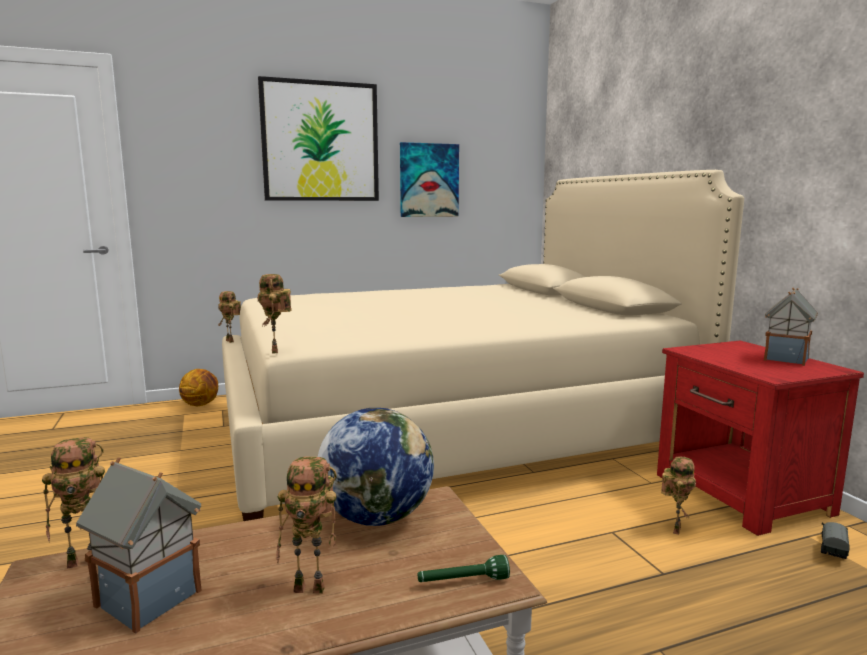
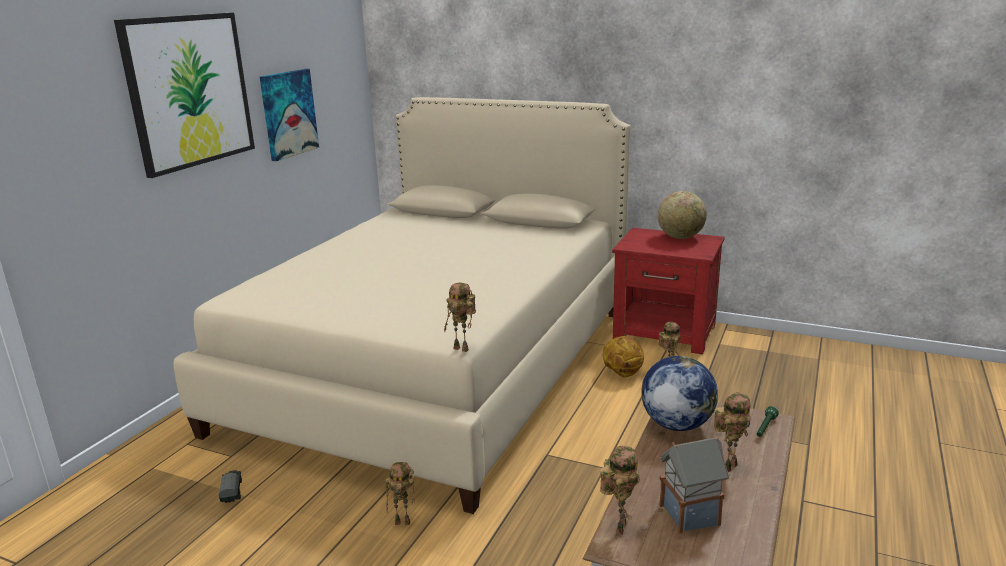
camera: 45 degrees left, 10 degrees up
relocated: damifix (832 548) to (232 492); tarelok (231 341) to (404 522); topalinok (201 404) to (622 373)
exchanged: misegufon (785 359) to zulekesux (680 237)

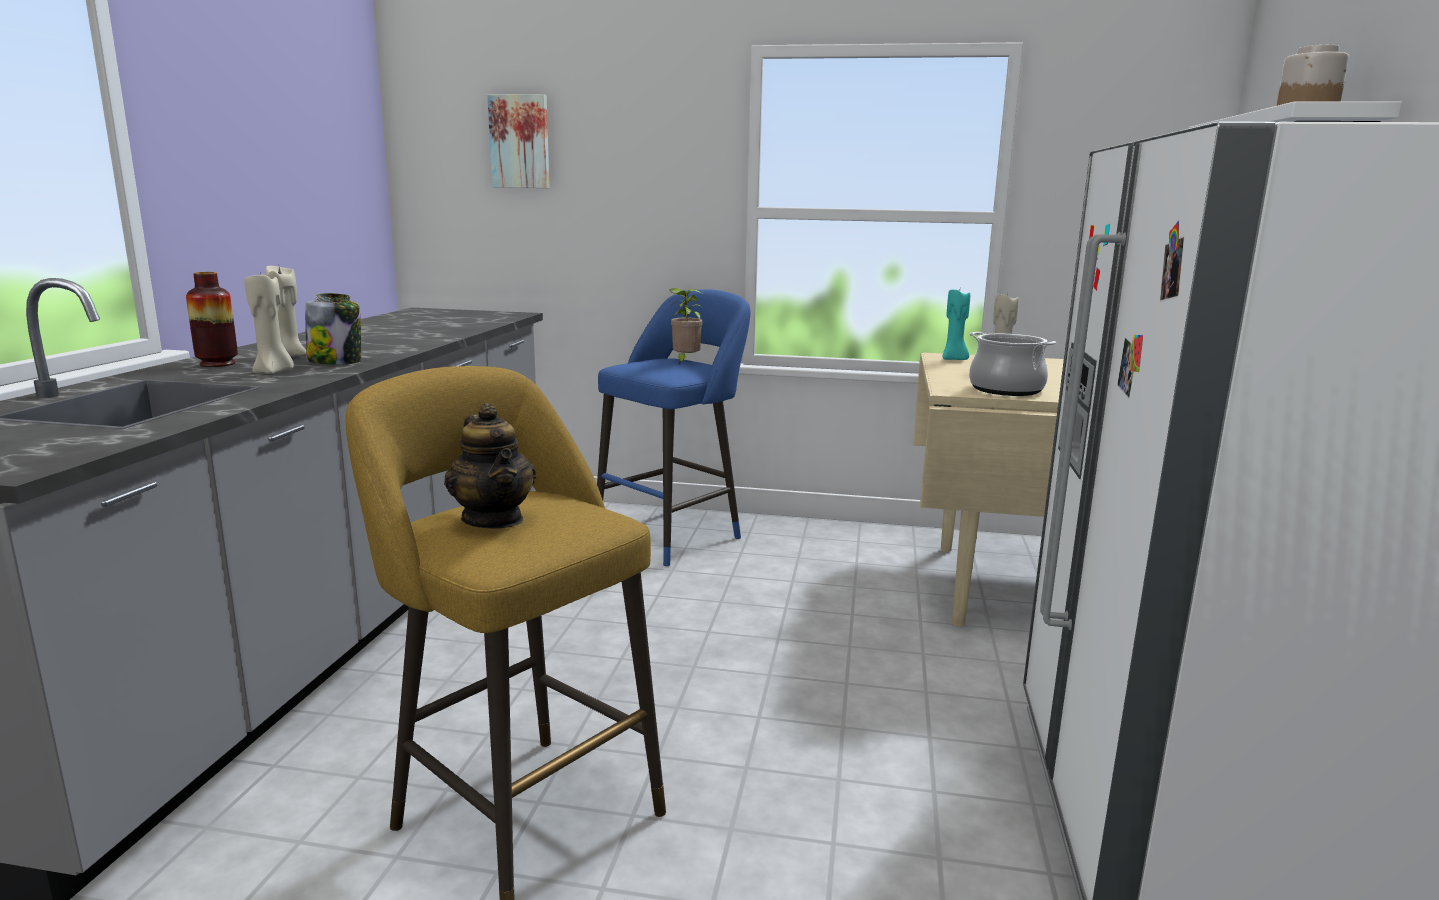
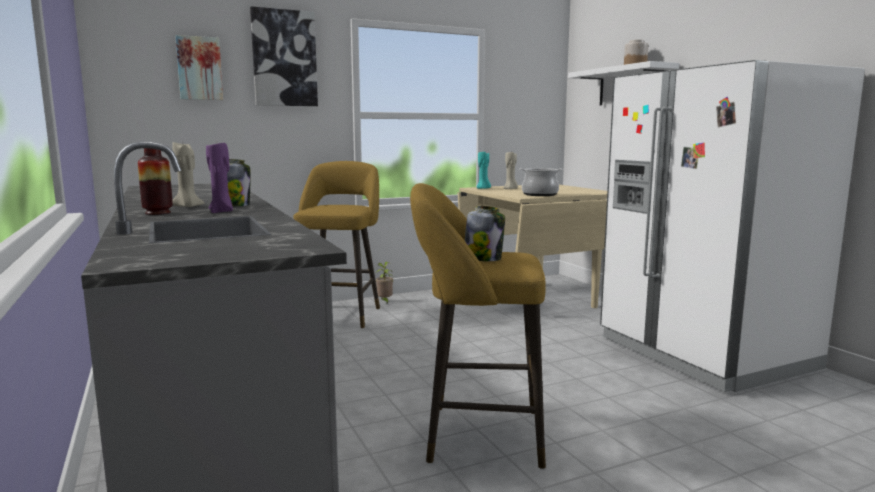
camera: 35 degrees left, 5 degrees down
appeared: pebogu (284 58)
relocated: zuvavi (685 362) to (384 301)
exchanged: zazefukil (493 519) to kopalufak (483 258)
colour: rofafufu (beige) (274 372) to rofafufu (purple) (222 212); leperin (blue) (673 535) to leperin (yellow) (341 314)

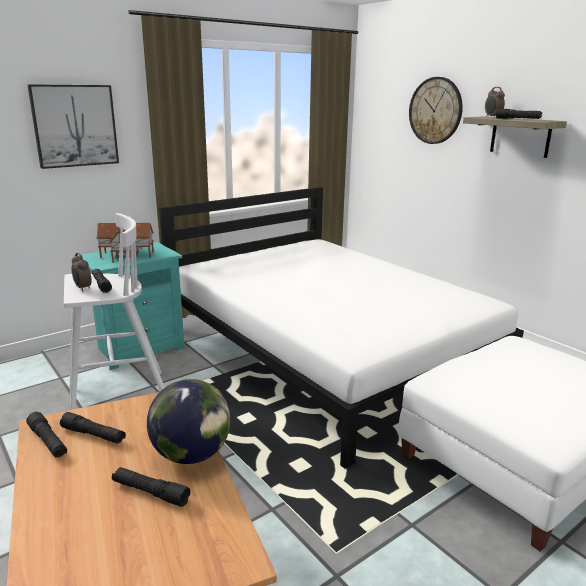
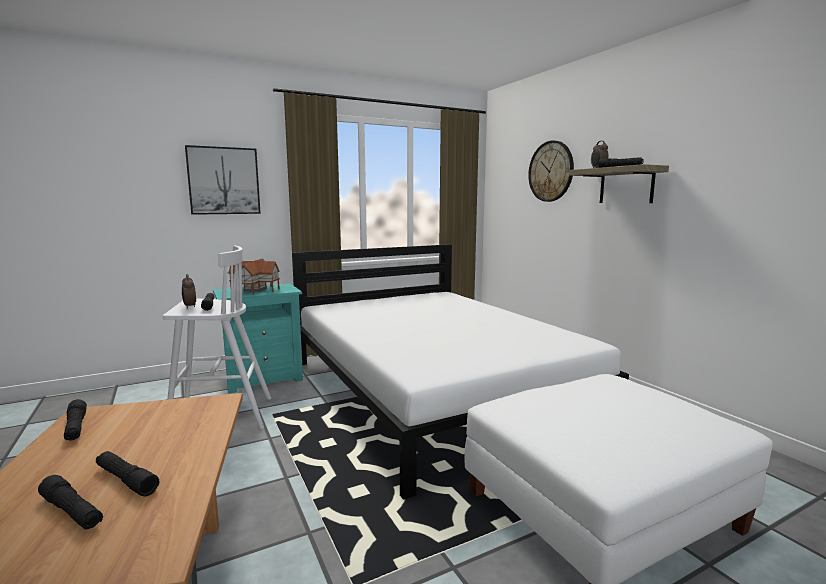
camera: 10 degrees right, 10 degrees down
missing: zulekesux (191 454)
relocated: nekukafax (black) (93 435) to (72 511)

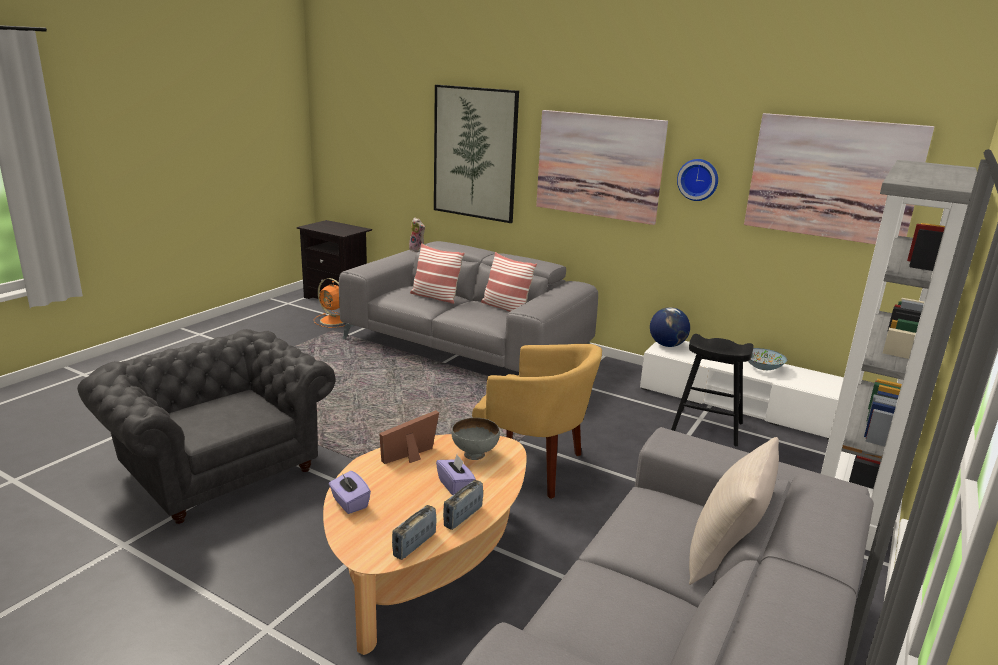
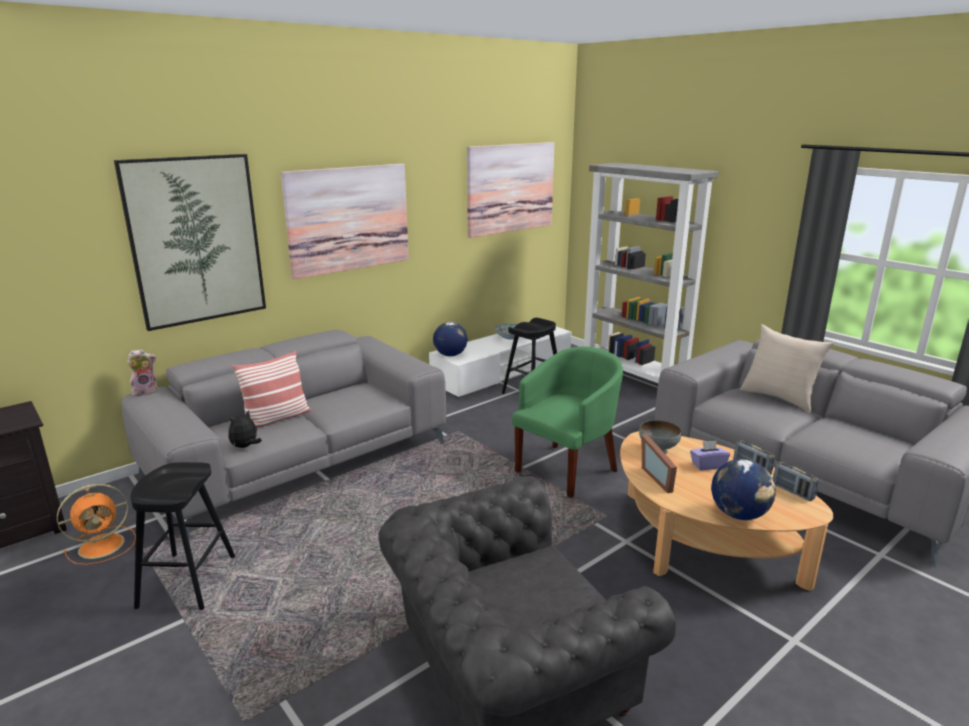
camera: 70 degrees left, 0 degrees up
missing: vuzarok (505 308); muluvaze (698 179)
appeared: leperin (black) (187 581); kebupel (245 446)
exchanged: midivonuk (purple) (349 503) to zulekesux (739 514)
colour: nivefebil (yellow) (534 466) to nivefebil (green) (567 469)

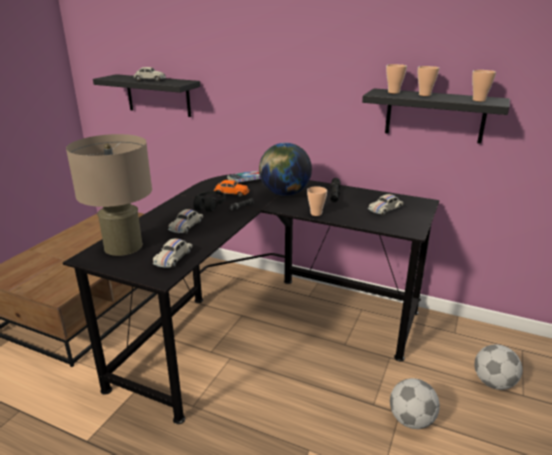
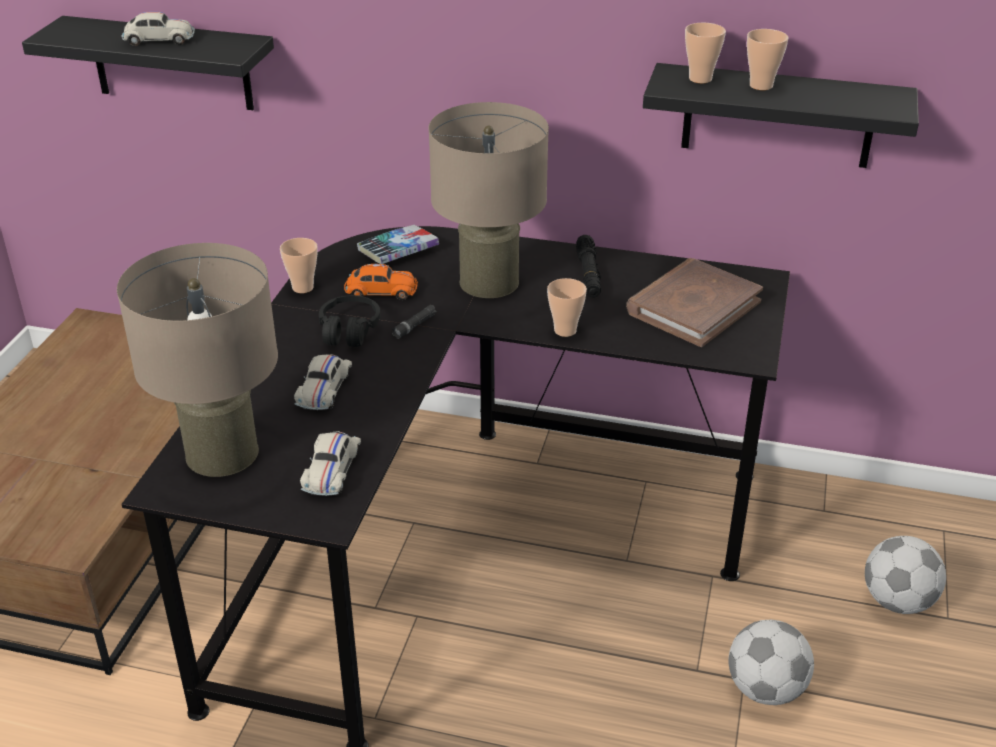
camera: 10 degrees left, 10 degrees up
relocated: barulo (479 100) to (303 287)
exchanged: zulekesux (284 193) to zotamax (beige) (489 282); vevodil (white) (385 209) to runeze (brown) (693 307)

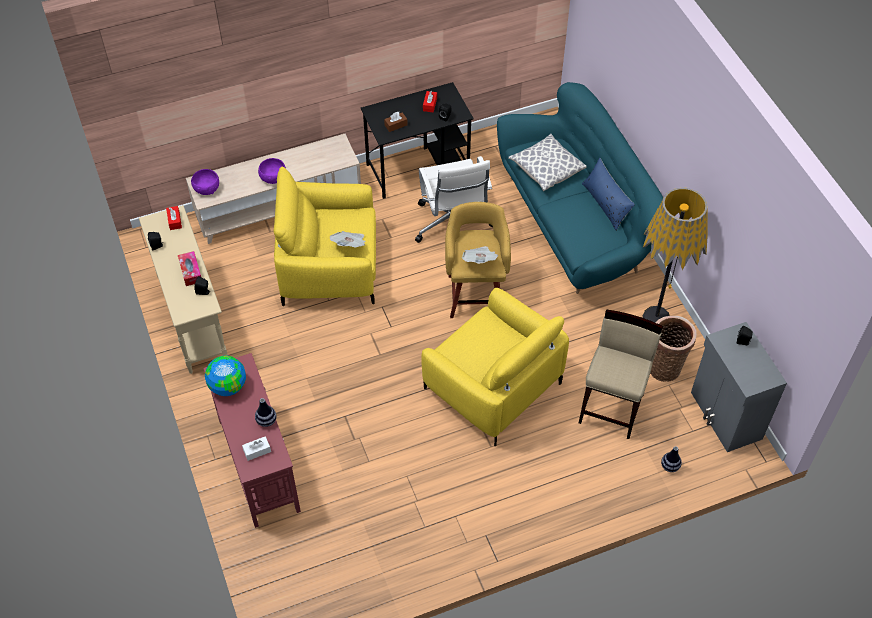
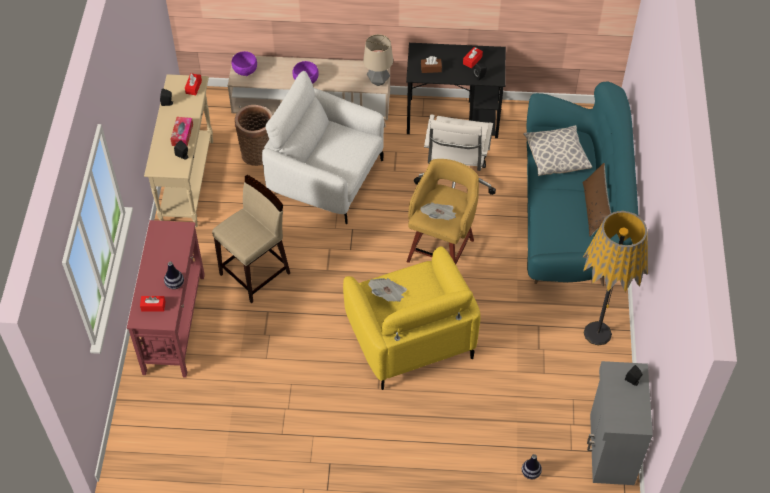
camera: 25 degrees right, 0 degrees up
missing: zulekesux (227 386)
appeared: zotamax (378 81)
relocated: leperin (beige) (612 408) to (256 273); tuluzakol (665 366) to (258 153); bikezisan (349 245) to (388 295)
colour: midivonuk (white) (257 451) to midivonuk (red) (153 306); nivefebil (yellow) (330 267) to nivefebil (white) (326 178); vuzarok (blue) (606 204) to vuzarok (brown) (594 209)

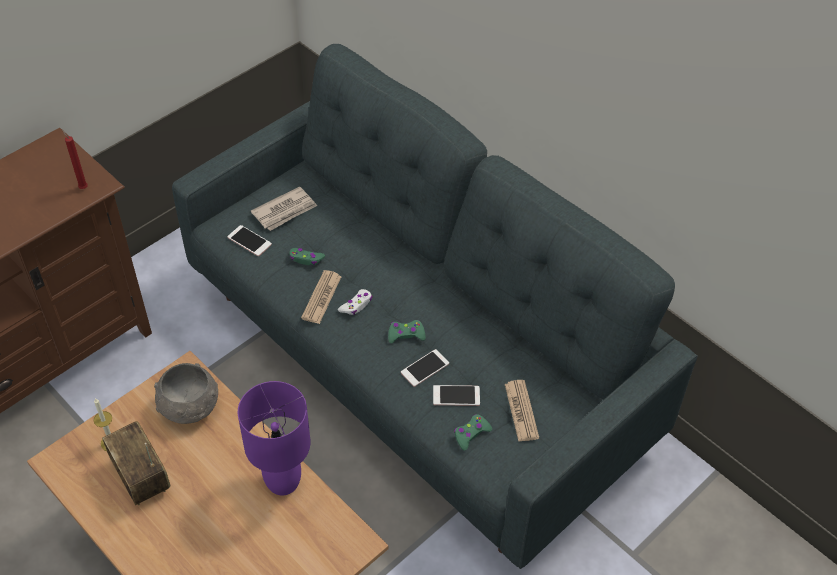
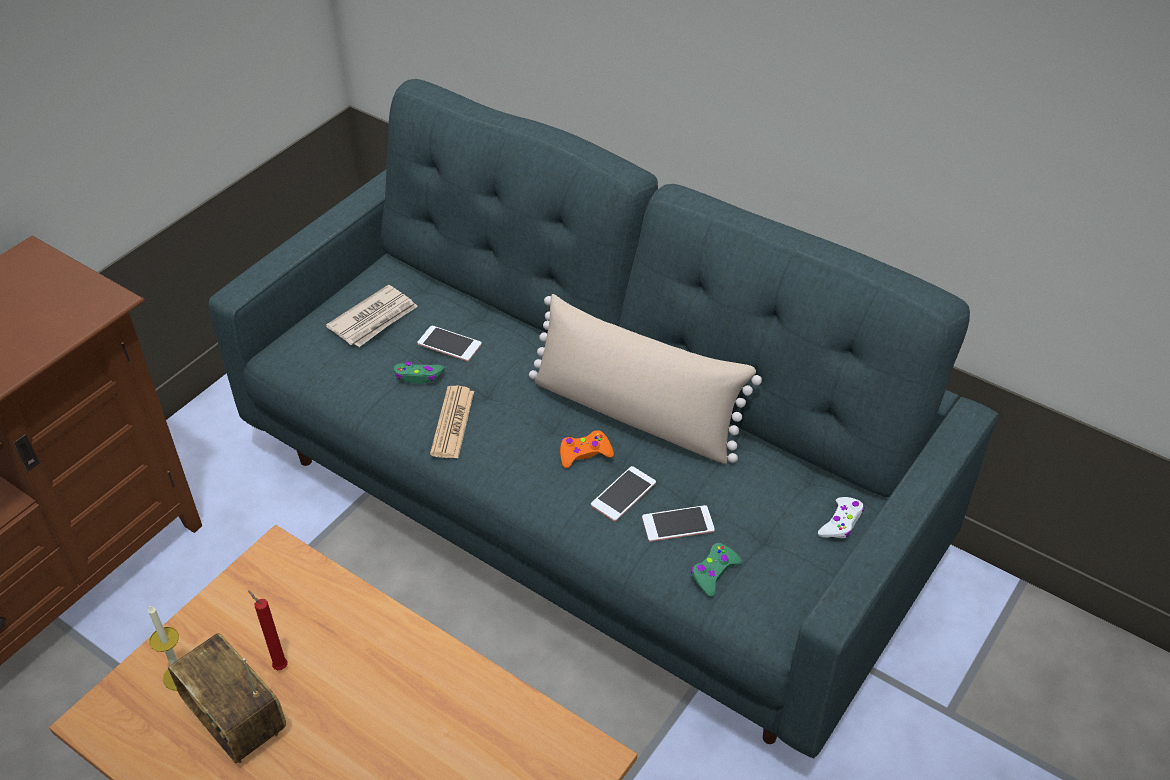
camera: 10 degrees left, 5 degrees down
missing: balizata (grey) (189 407); zotamax (purple) (283 481); bikezisan (521 411)
appeared: vuzarok (beige) (635 414)
relocated: rofafufu (red) (82 187) to (279 666); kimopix (249 241) to (449 344); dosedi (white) (356 305) to (841 523)
colour: dosedi (green) (406 334) to dosedi (orange) (584 454)

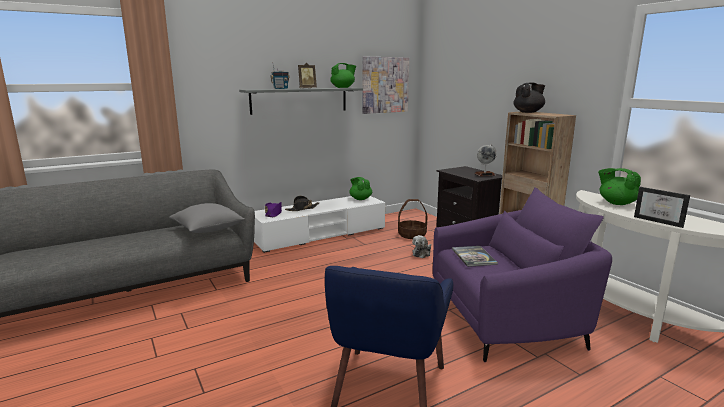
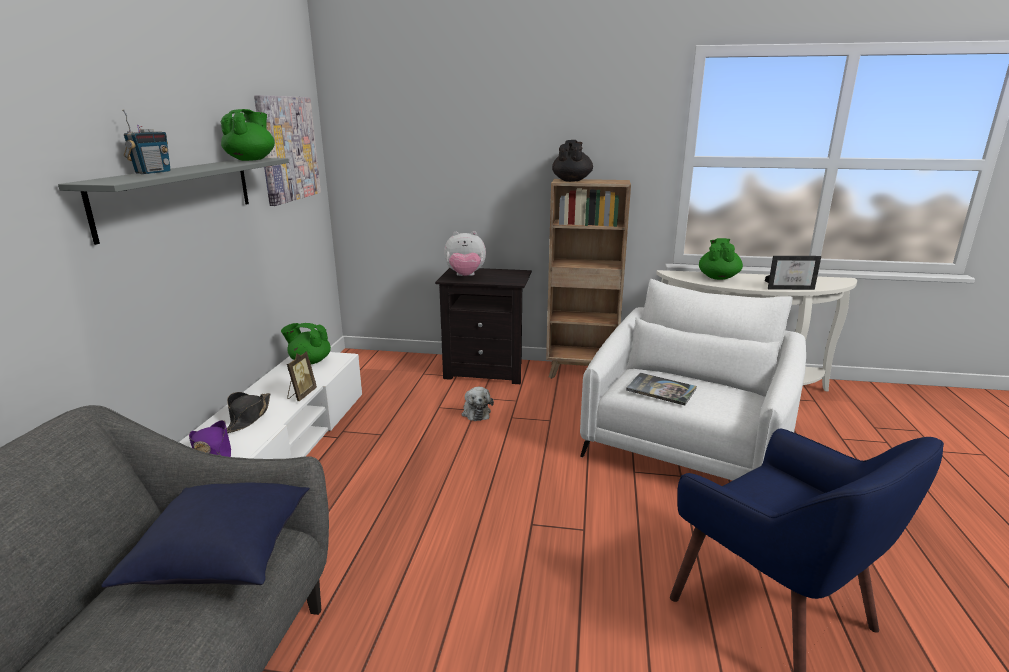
camera: 50 degrees left, 5 degrees up
missing: tuluzakol (412 235); zulekesux (484 174)
appeared: kebupel (465 276)
relocated: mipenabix (307 88) to (301 395)
colour: vuzarok (grey) (208 229) to vuzarok (blue) (224 557); nivefebil (purple) (505 317) to nivefebil (white) (685 449)
spun: zazefukil (green) (616 203) = (718 277) 105 degrees clockwise

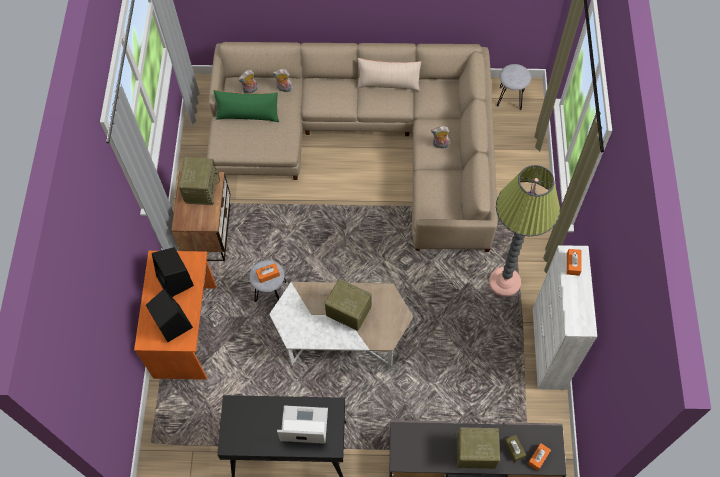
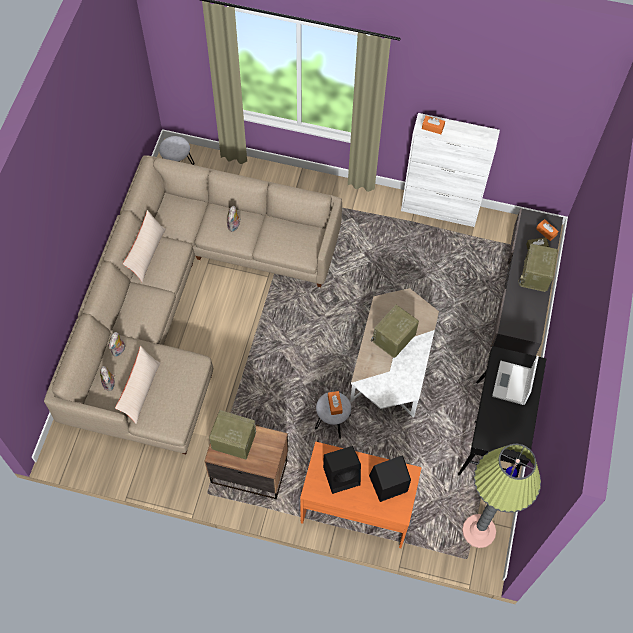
camera: 80 degrees left, 0 degrees up
relocated: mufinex (504 282) to (479 531)
colour: vuzarok (green) (248 114) to vuzarok (beige) (140 391)

